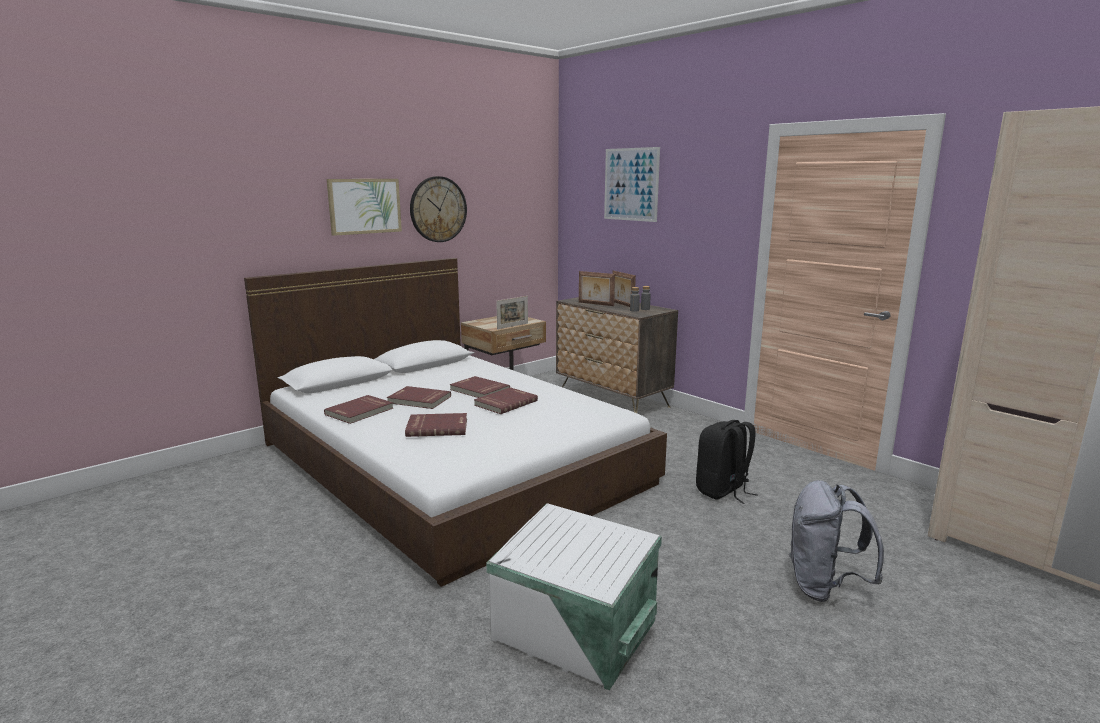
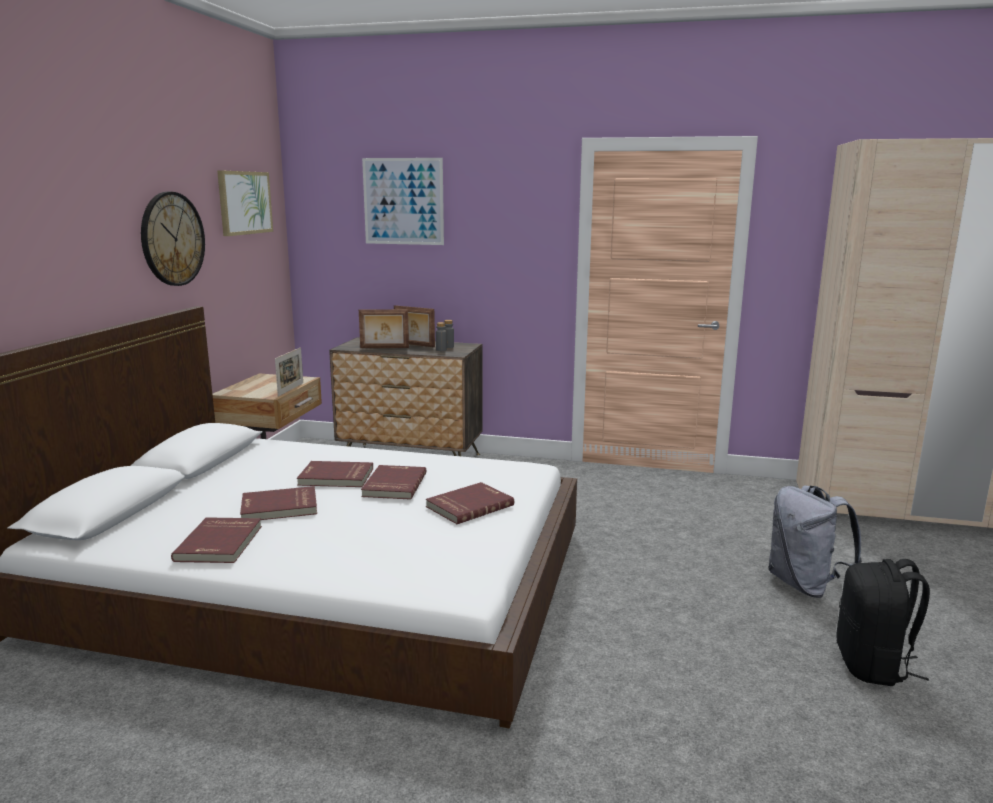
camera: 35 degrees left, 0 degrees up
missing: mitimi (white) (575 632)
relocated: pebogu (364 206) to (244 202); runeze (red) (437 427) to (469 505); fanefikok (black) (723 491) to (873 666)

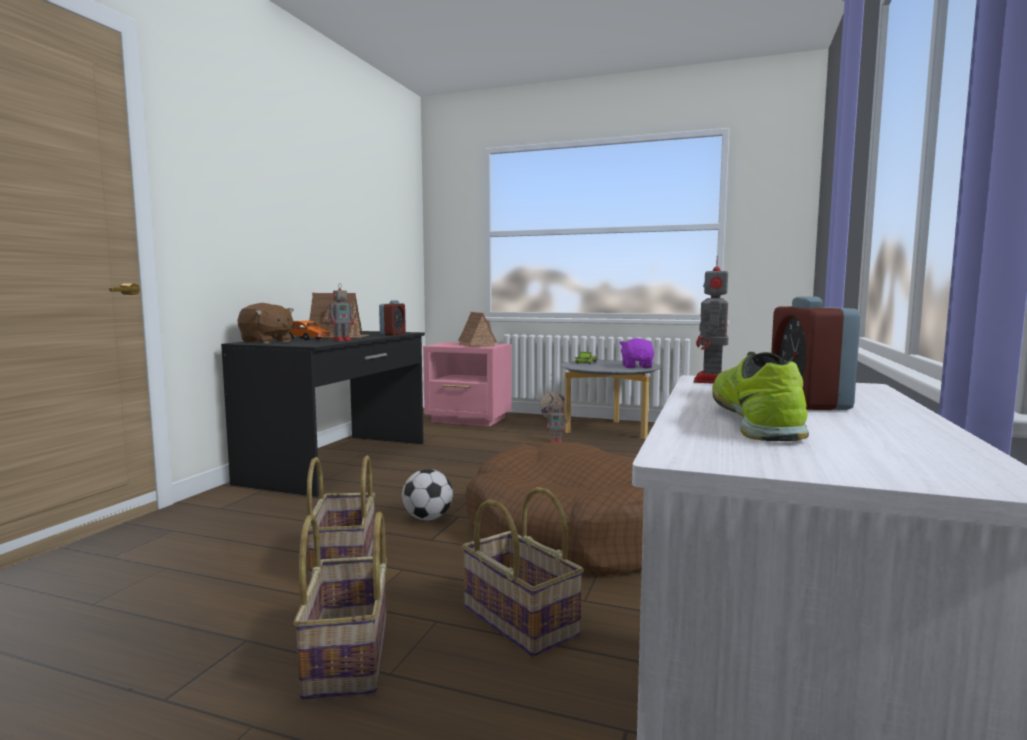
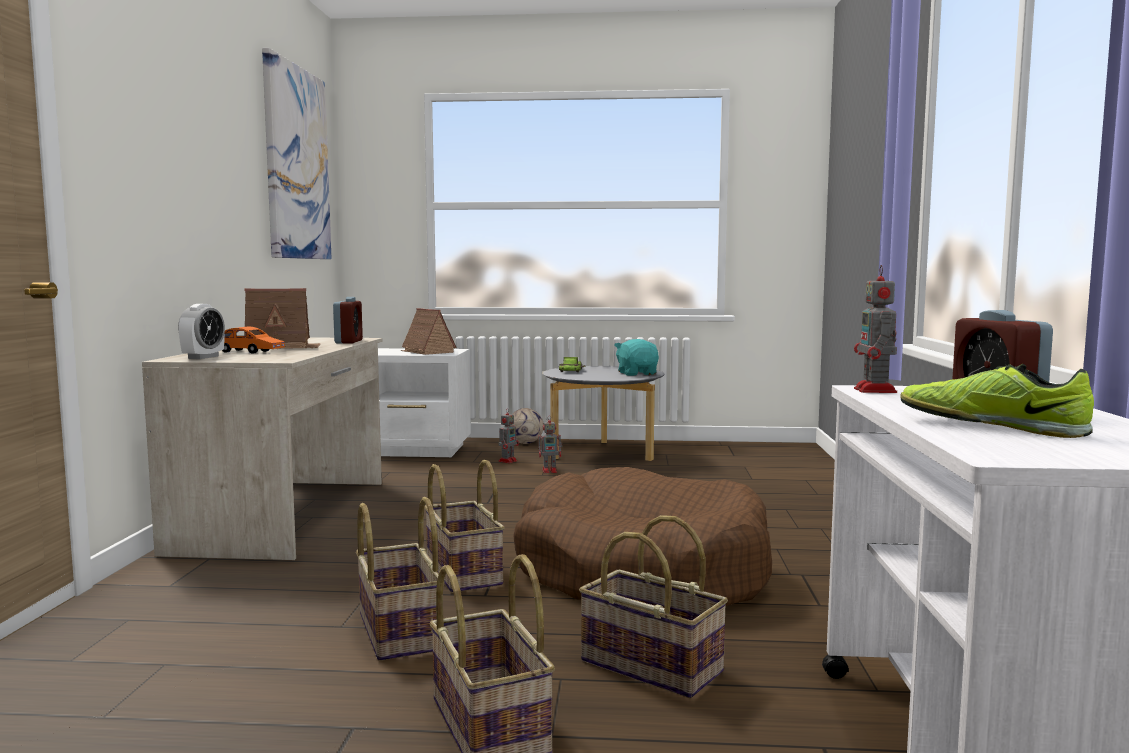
camera: 15 degrees left, 0 degrees up
appeared: pebogu (296 163)
relocated: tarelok (342 340) to (508 461)
exchanged: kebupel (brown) (266 342) to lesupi (203 357); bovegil (428 518) to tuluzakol (461 572)
colour: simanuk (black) (340 462) to simanuk (beige) (287 515); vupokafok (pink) (469 420) to vupokafok (white) (418 450); kebupel (purple) (637 367) to kebupel (turquoise) (637 373)
spun: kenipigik (755 421) = (991 426) 45 degrees counterclockwise

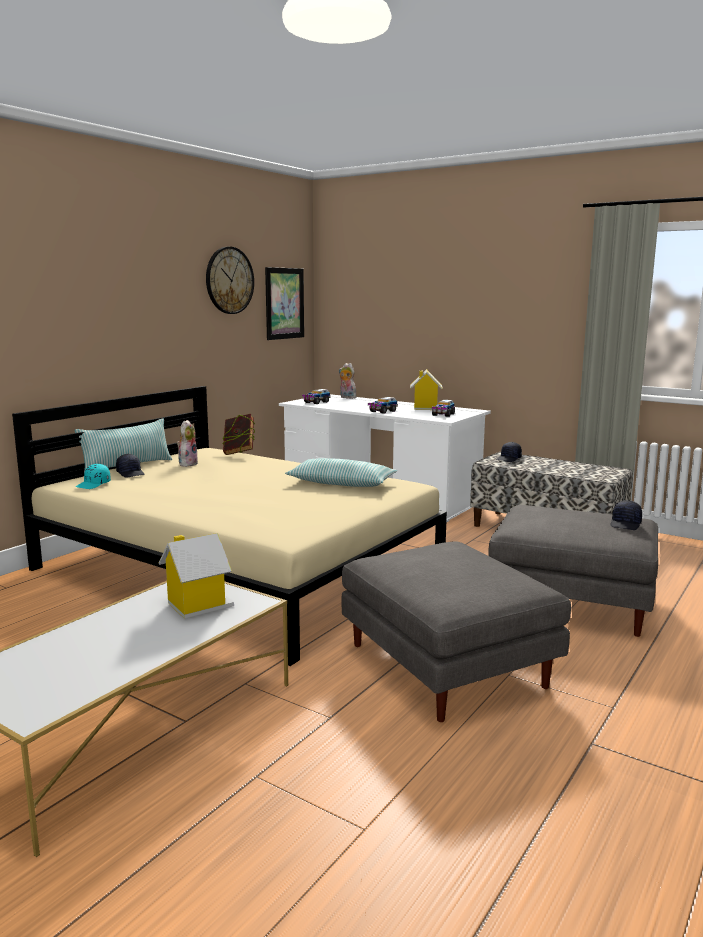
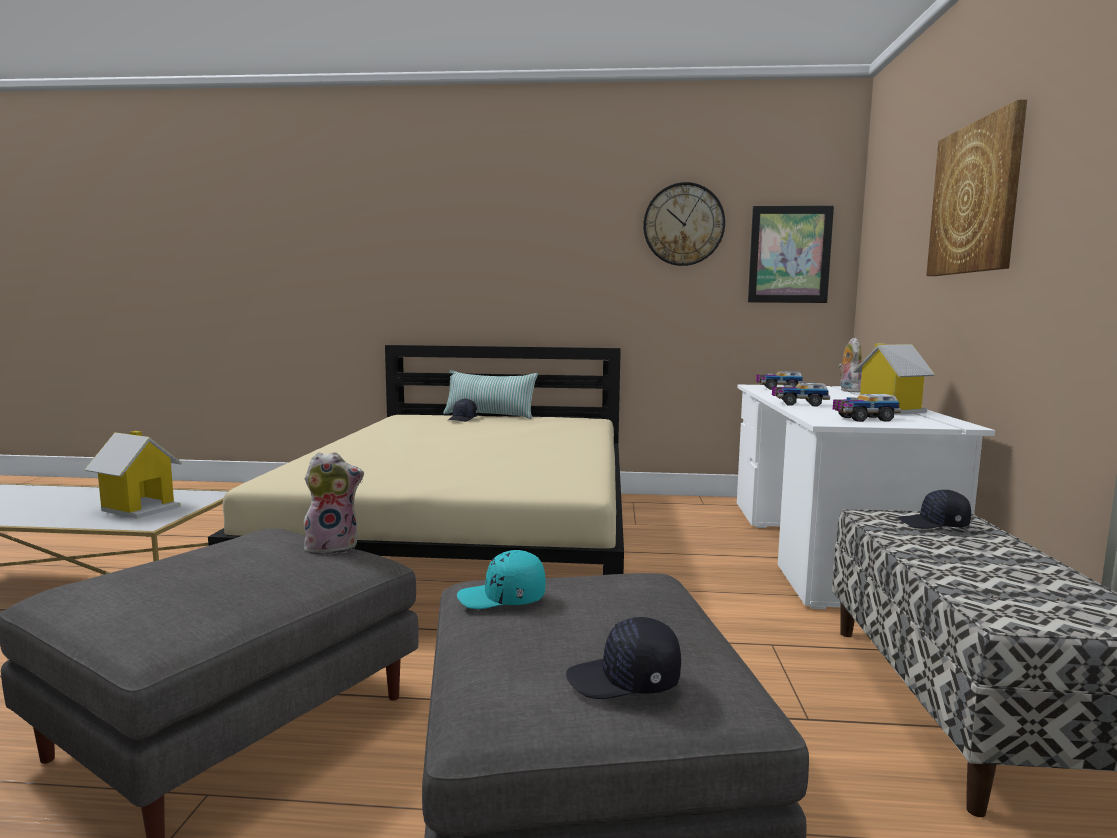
camera: 60 degrees right, 5 degrees down
missing: runeze (239 453); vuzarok (341 483)
appeared: pebogu (975 198)
relocated: kebupel (187 464) to (333 547); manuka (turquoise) (93 485) to (502 599)

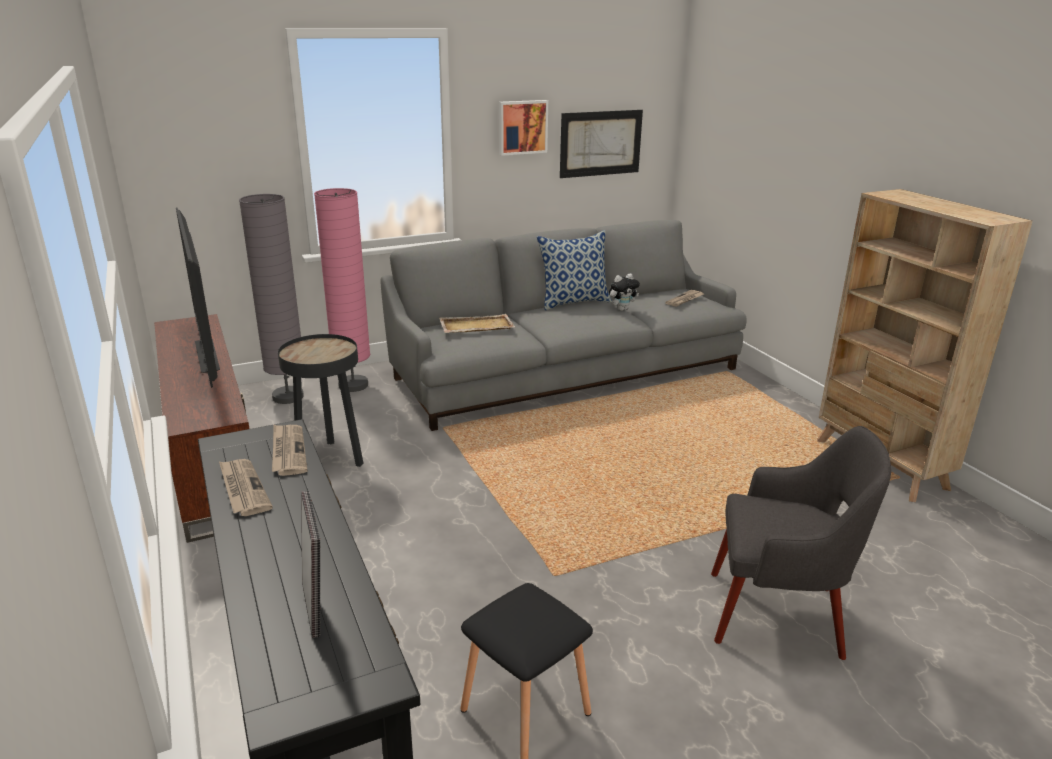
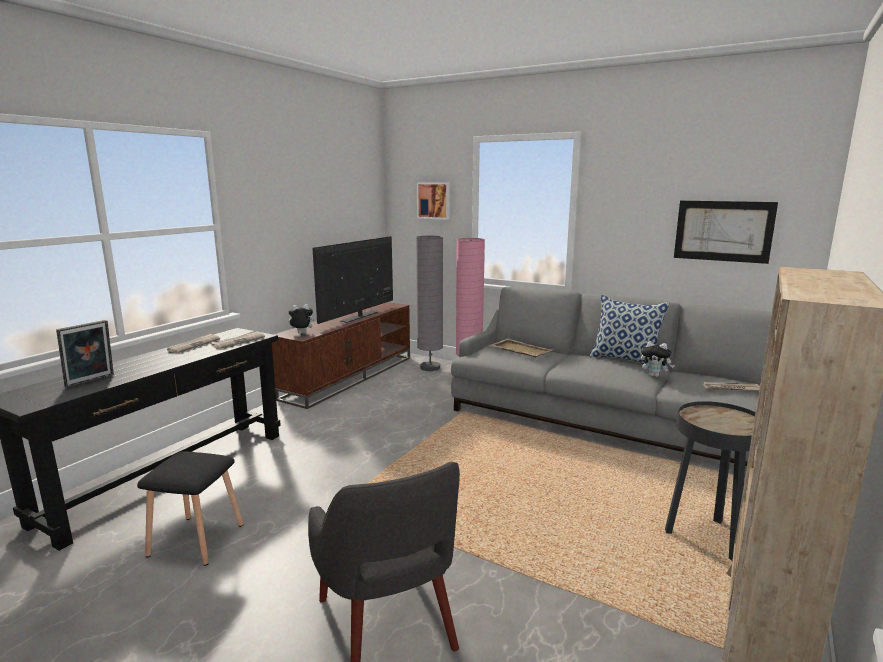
camera: 55 degrees right, 10 degrees down
appeared: kebupel (301 334)
relocated: pebogu (522 127) to (434 200); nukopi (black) (330 460) to (705 537)

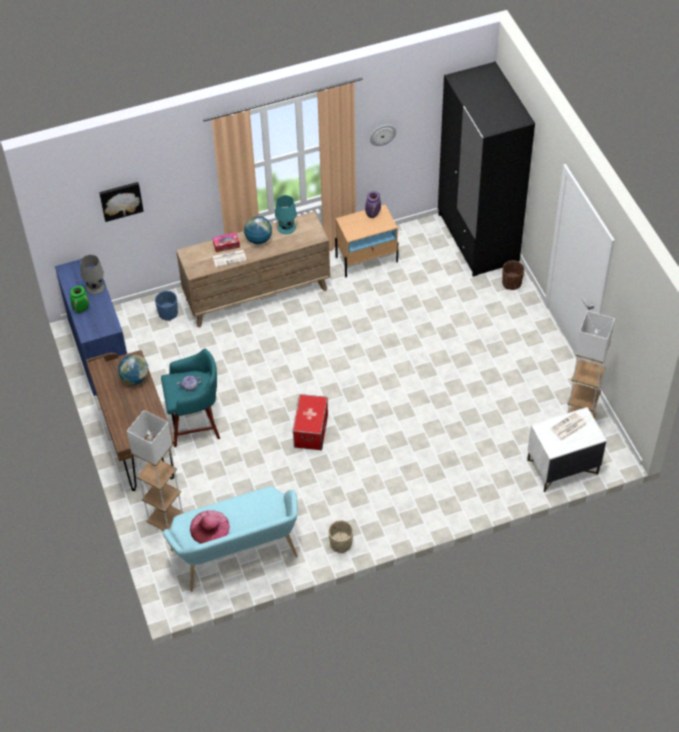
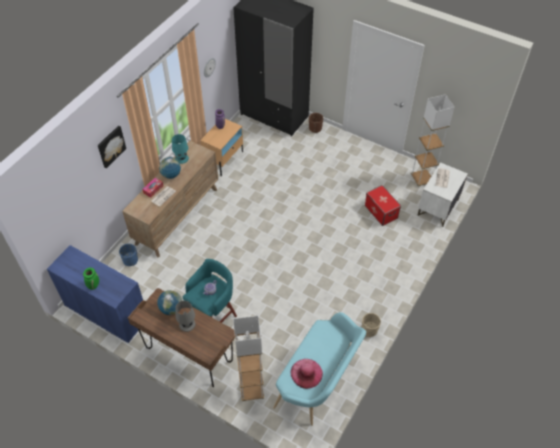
camera: 40 degrees left, 0 degrees up
relocated: pebogu (121 200) to (111 146); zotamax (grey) (95 287) to (187 324); mitimi (311 431) to (381 211)

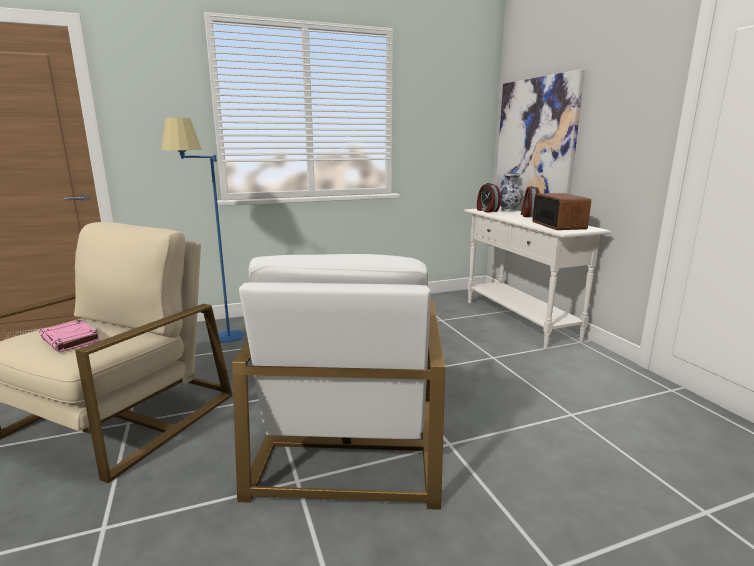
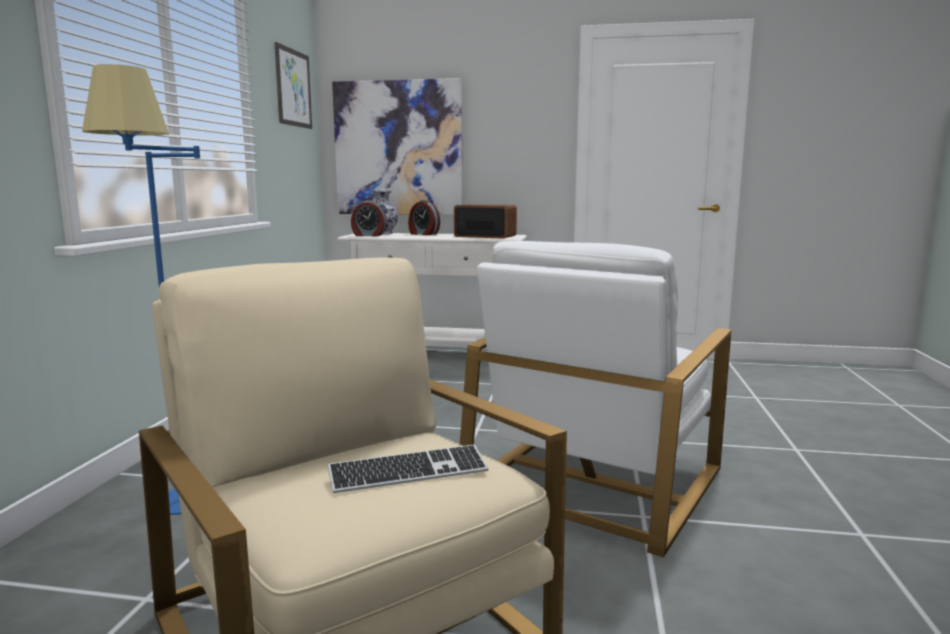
camera: 60 degrees left, 5 degrees down
appeared: pebogu (293 88)
exchanged: runeze (pink) (71 340) to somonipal (408 472)
spun: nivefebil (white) (347 443) = (592 478) 90 degrees clockwise

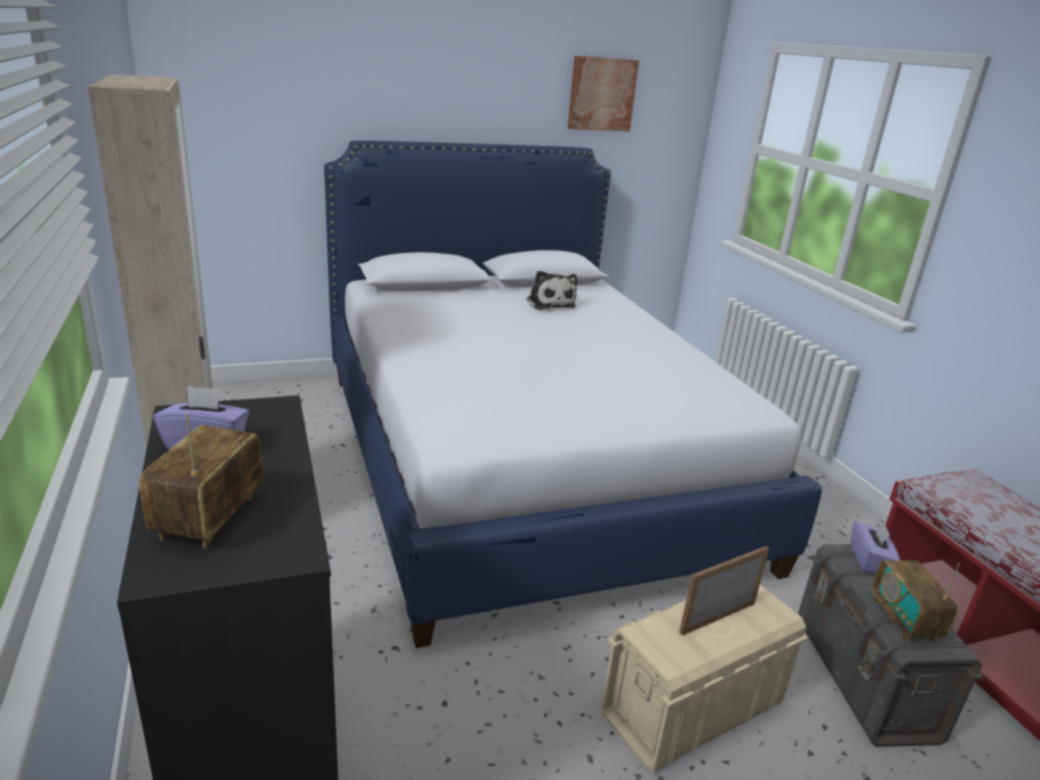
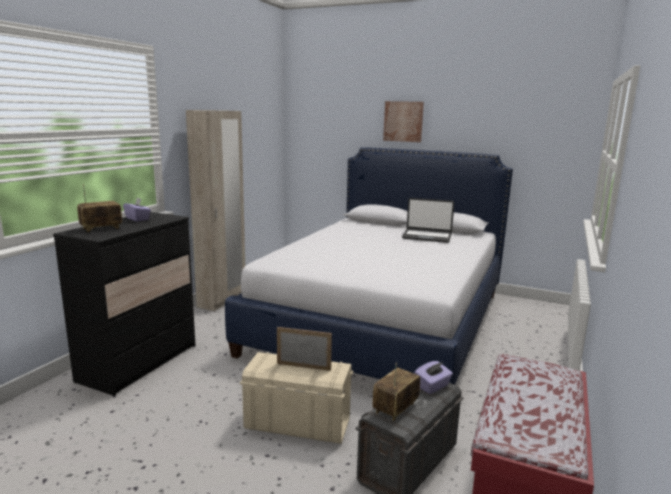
camera: 45 degrees right, 10 degrees down
relocated: pebogu (601 94) to (403 121)
exchanged: kebupel (549 303) to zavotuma (427 236)

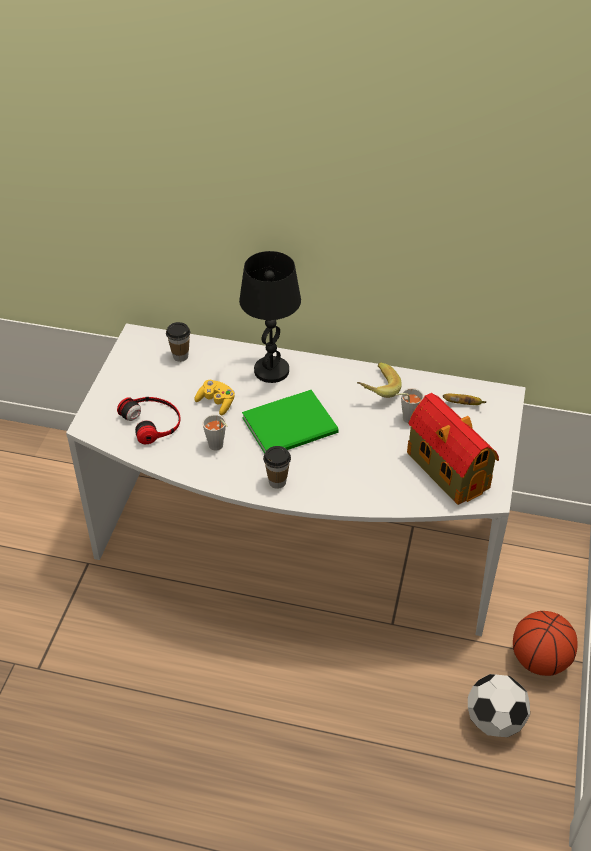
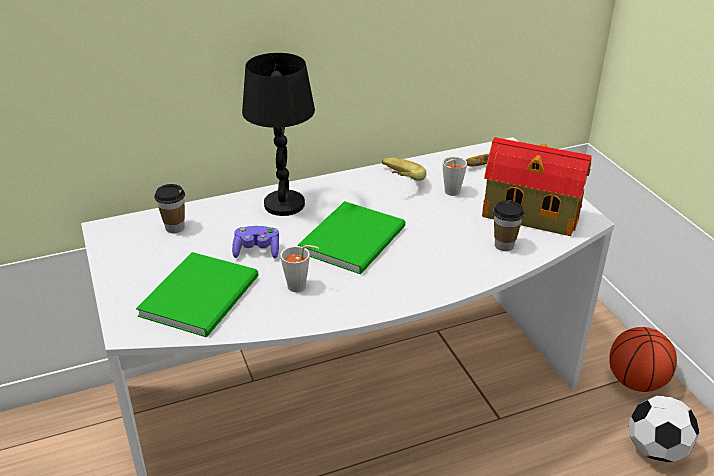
camera: 35 degrees left, 10 degrees down
relocated: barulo (277 482) to (504 245)
exchanged: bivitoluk (153 422) to runeze (green) (204 295)
colour: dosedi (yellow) (216 403) to dosedi (purple) (257 251)

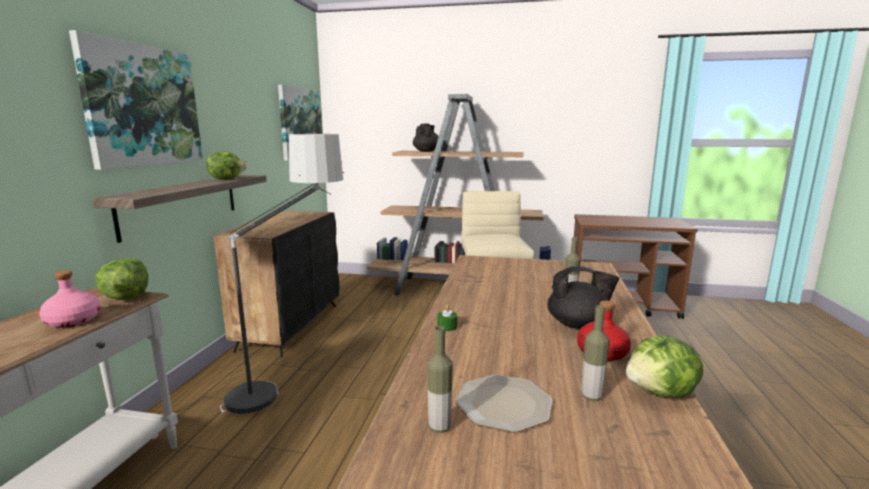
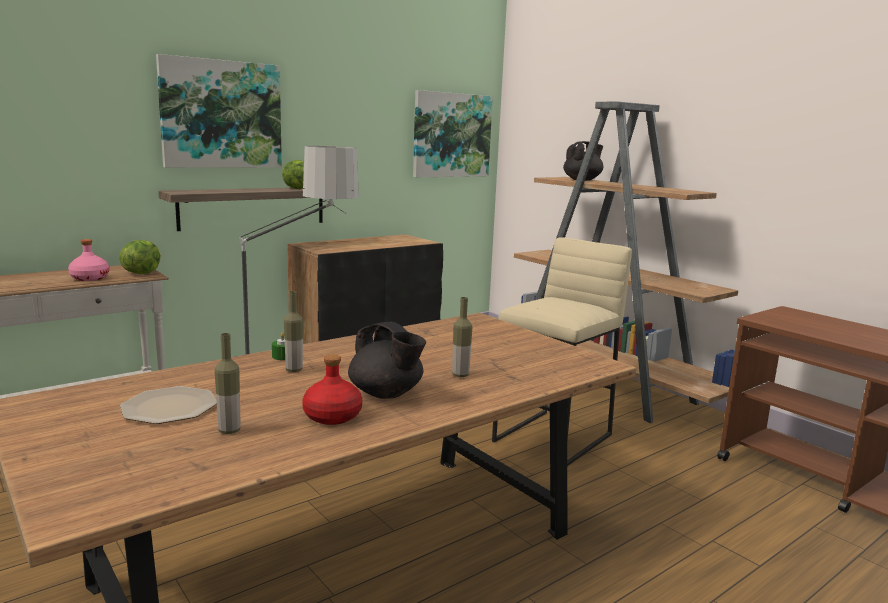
camera: 40 degrees right, 0 degrees up
missing: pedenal (661 393)
relocated: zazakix (439 427) to (294 370)

